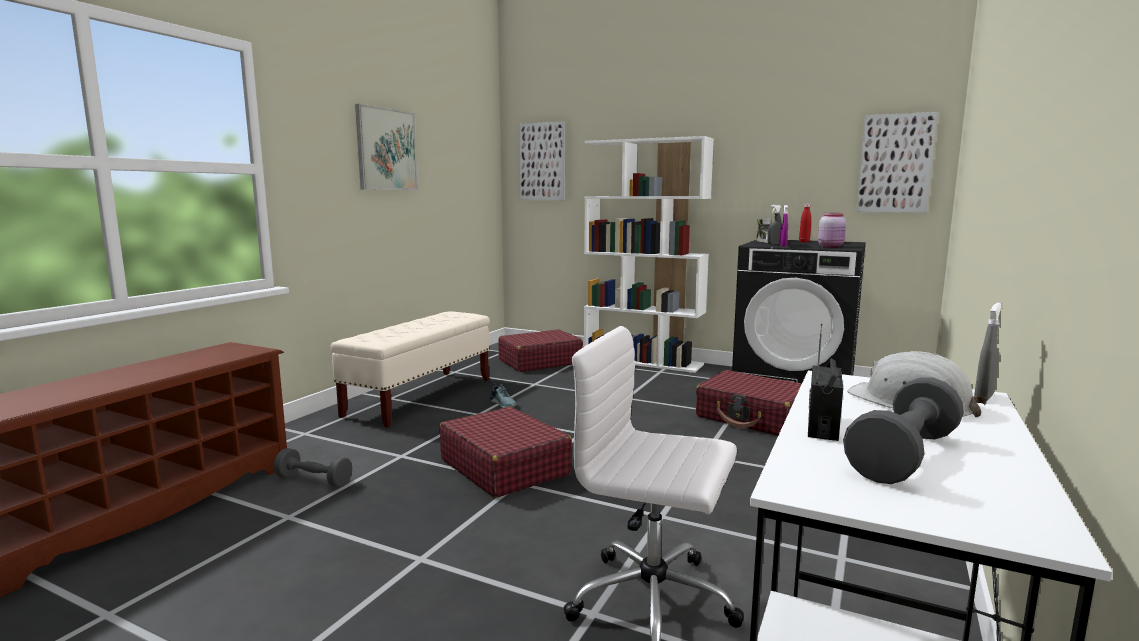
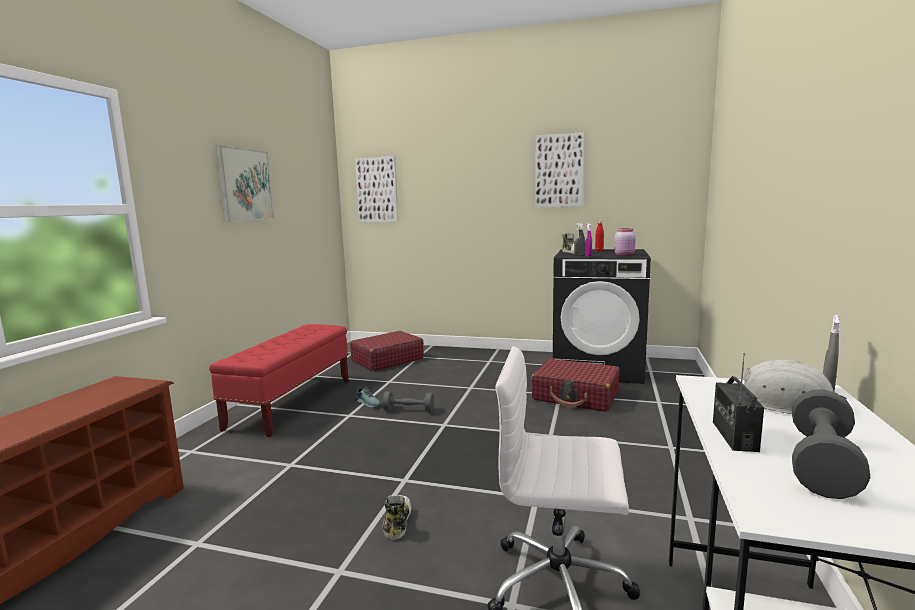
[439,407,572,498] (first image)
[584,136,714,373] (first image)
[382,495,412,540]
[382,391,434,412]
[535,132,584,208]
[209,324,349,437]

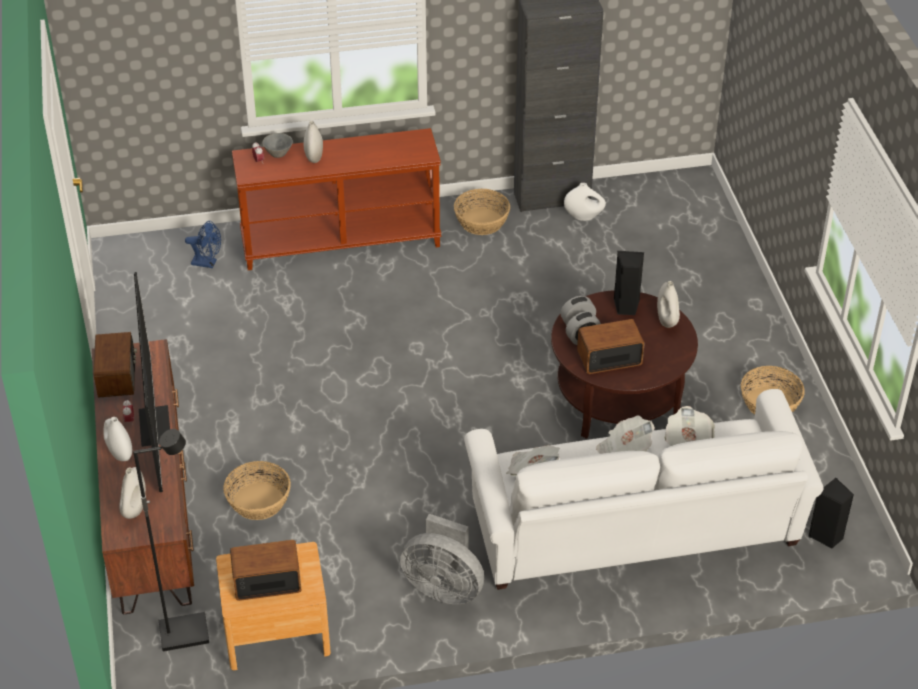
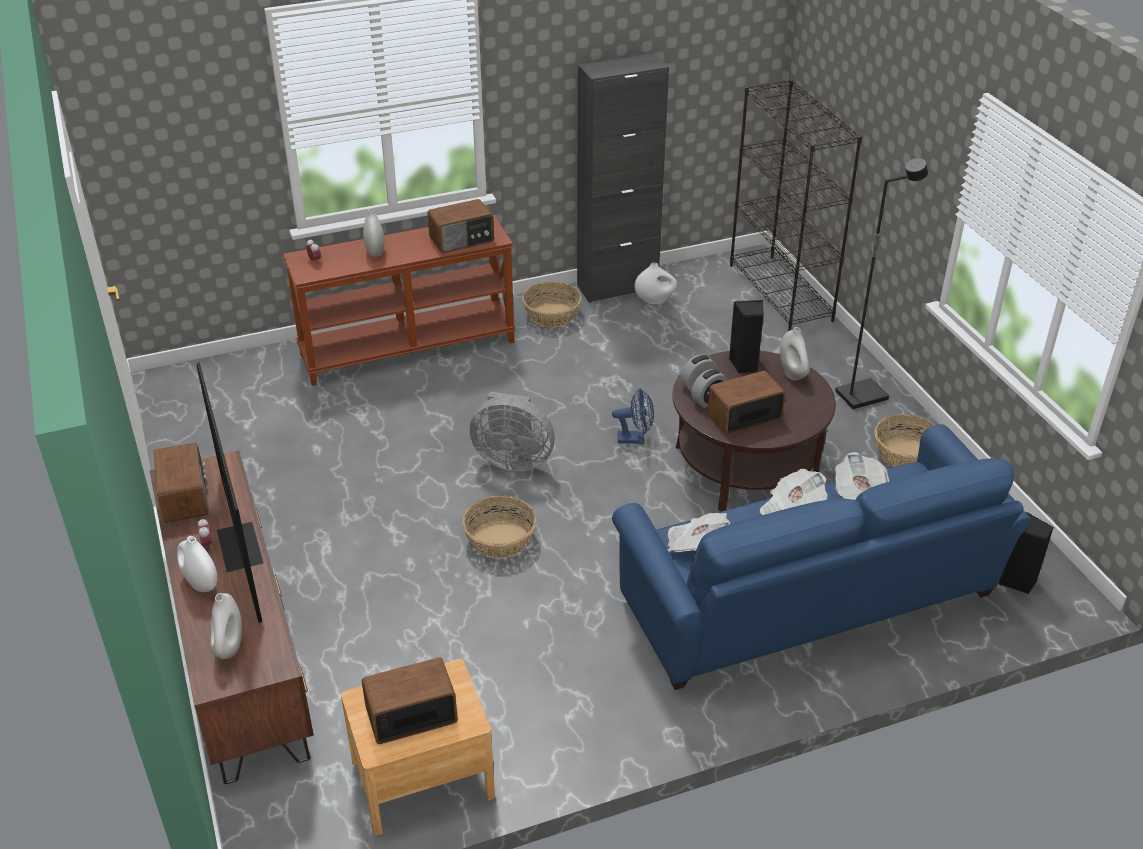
[262,133,293,158] (first image)
[427,199,494,253]
[730,80,862,331]
[835,158,928,410]
[612,388,654,444]
[462,496,537,558]
[469,392,555,471]
[612,424,1031,690]

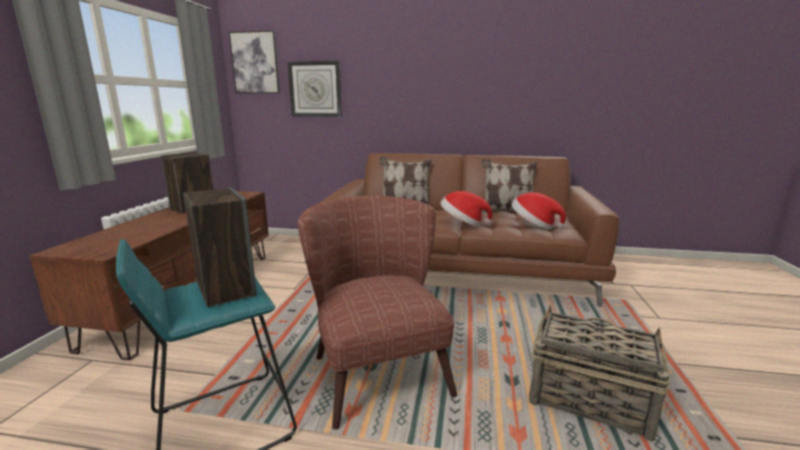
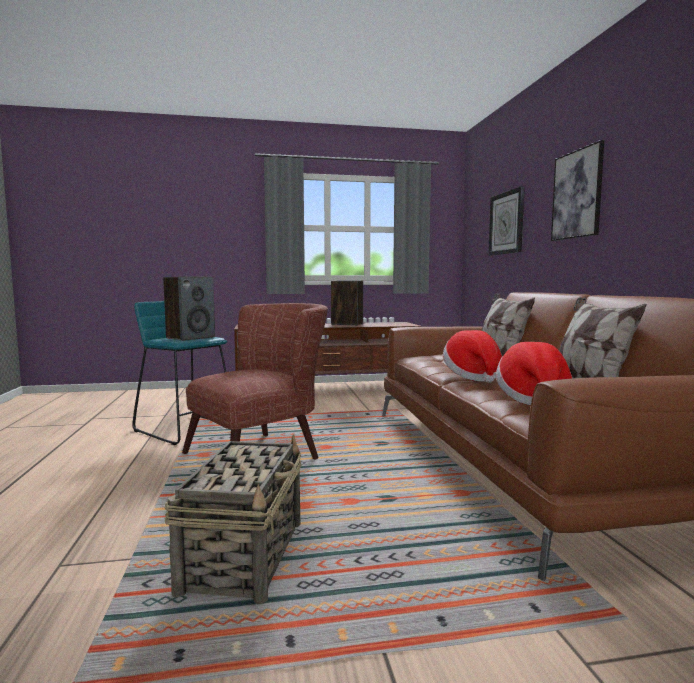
[551,140,604,241]

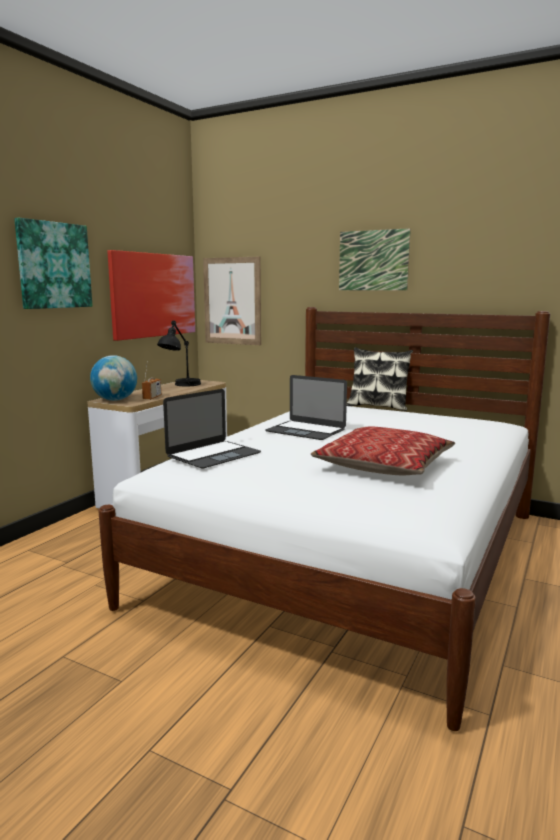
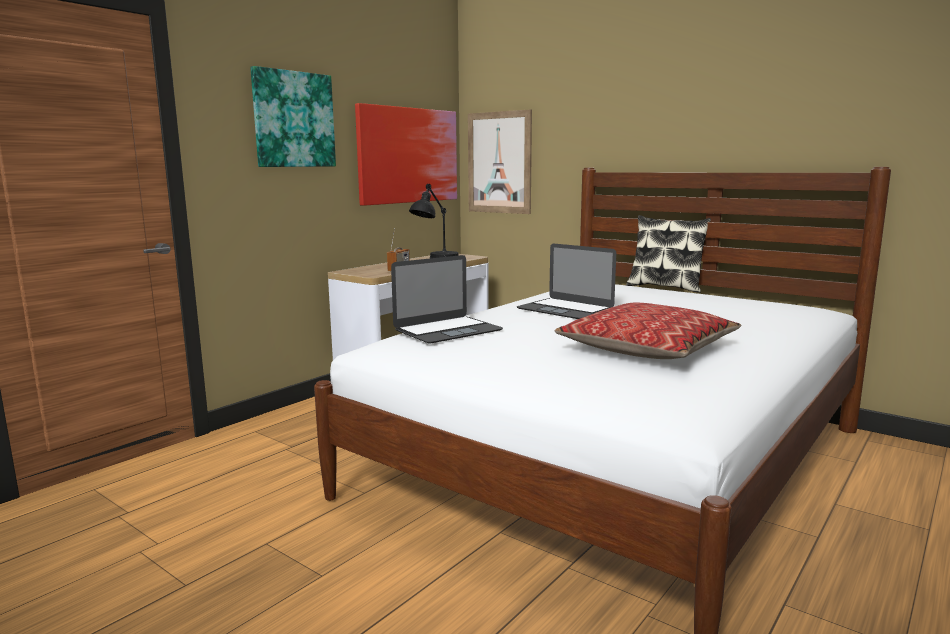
[90,355,137,401] (first image)
[339,228,411,290] (first image)

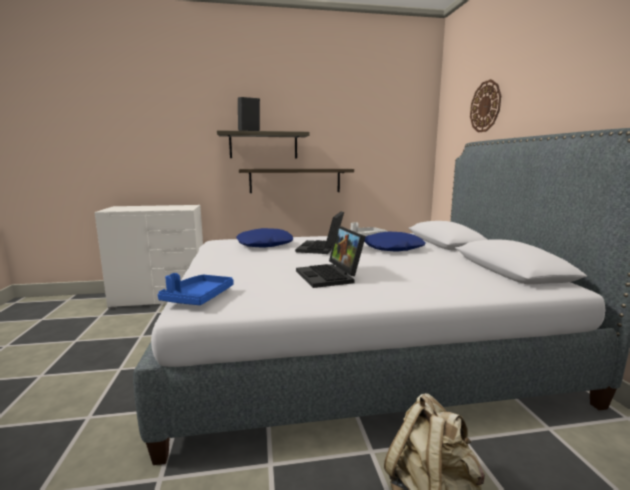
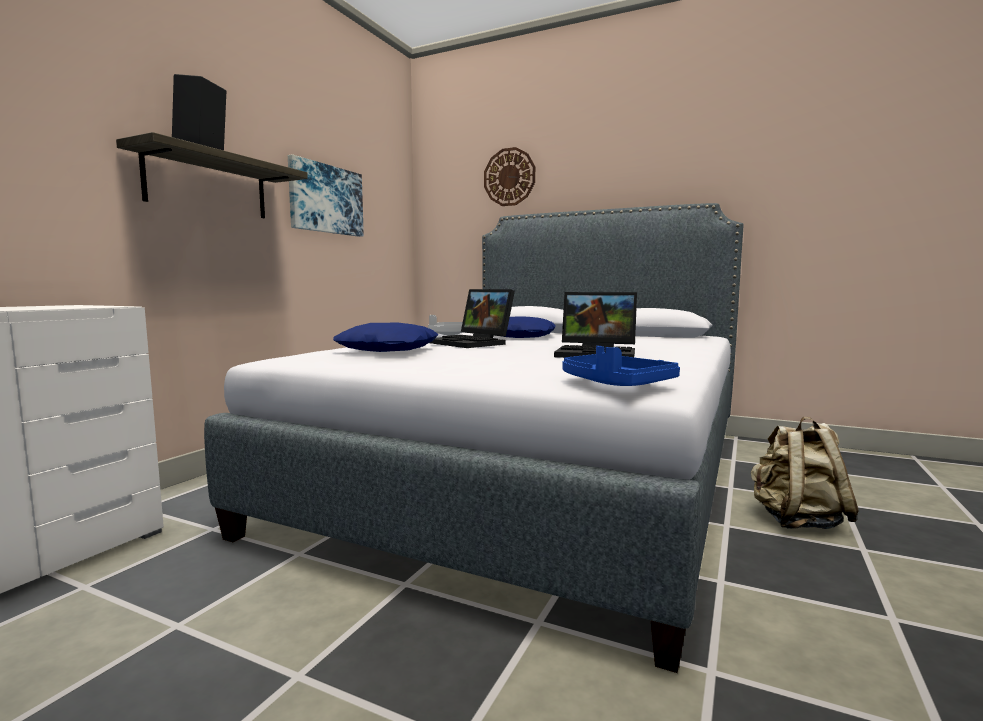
[239,169,354,193] (first image)
[288,154,364,237]

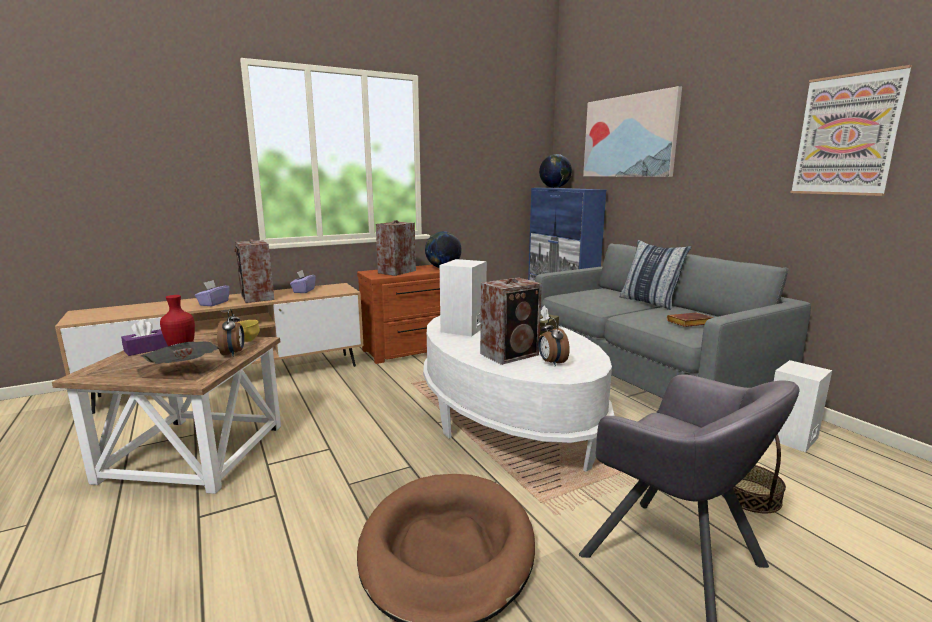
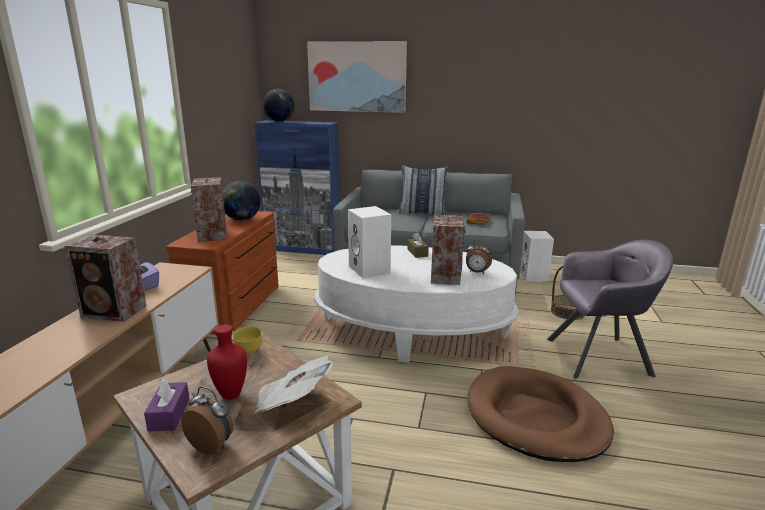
[195,280,230,306] (first image)
[790,65,913,196] (first image)
[181,386,233,455]

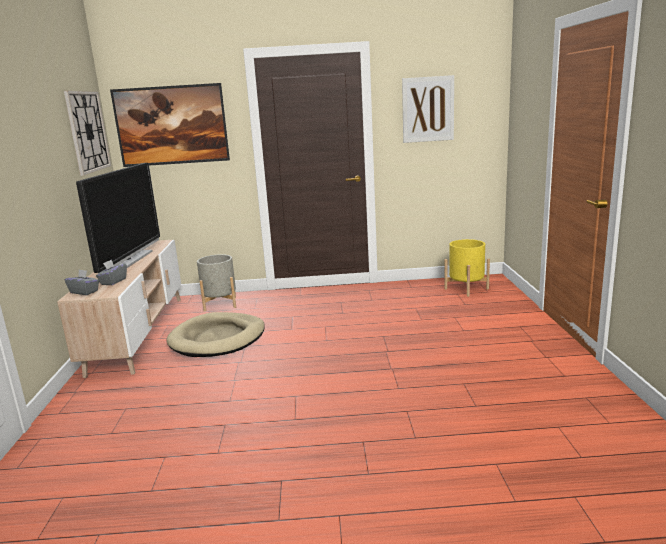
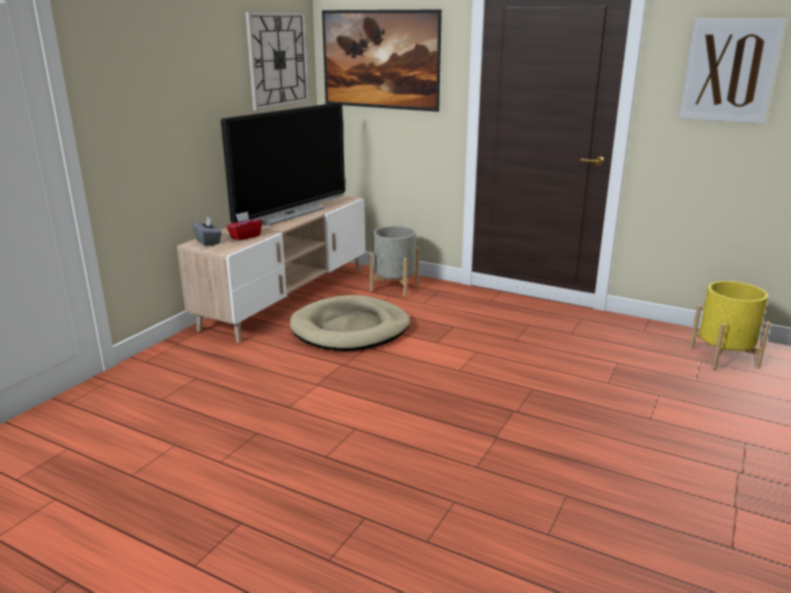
[226,212,262,241]

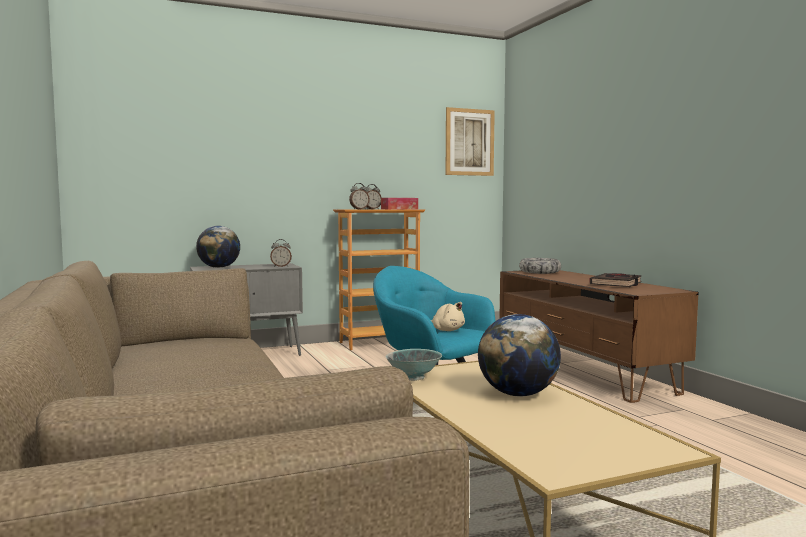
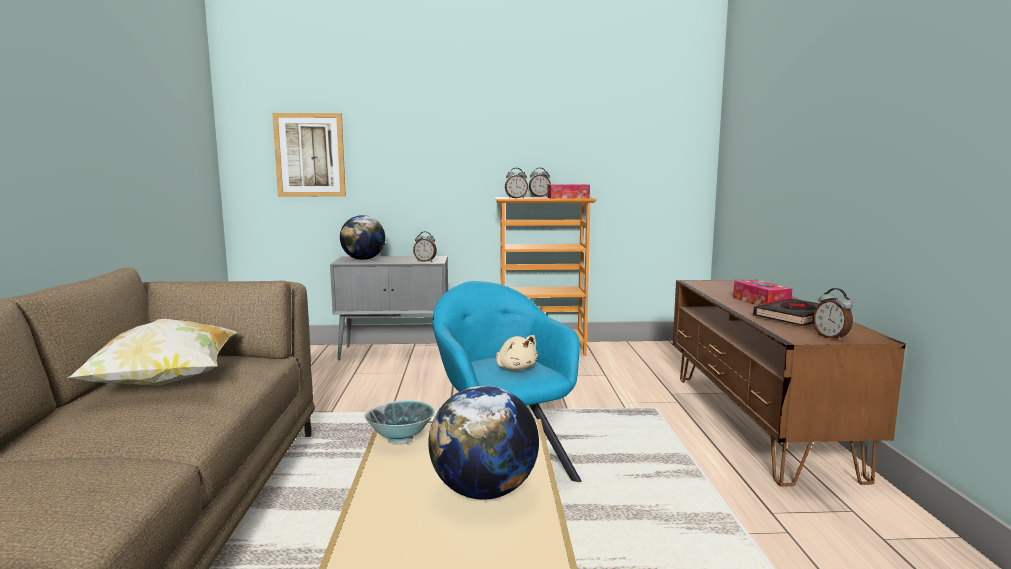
[519,258,561,274] (first image)
[67,319,237,385]
[733,279,792,306]
[813,288,853,341]
[272,113,346,197]

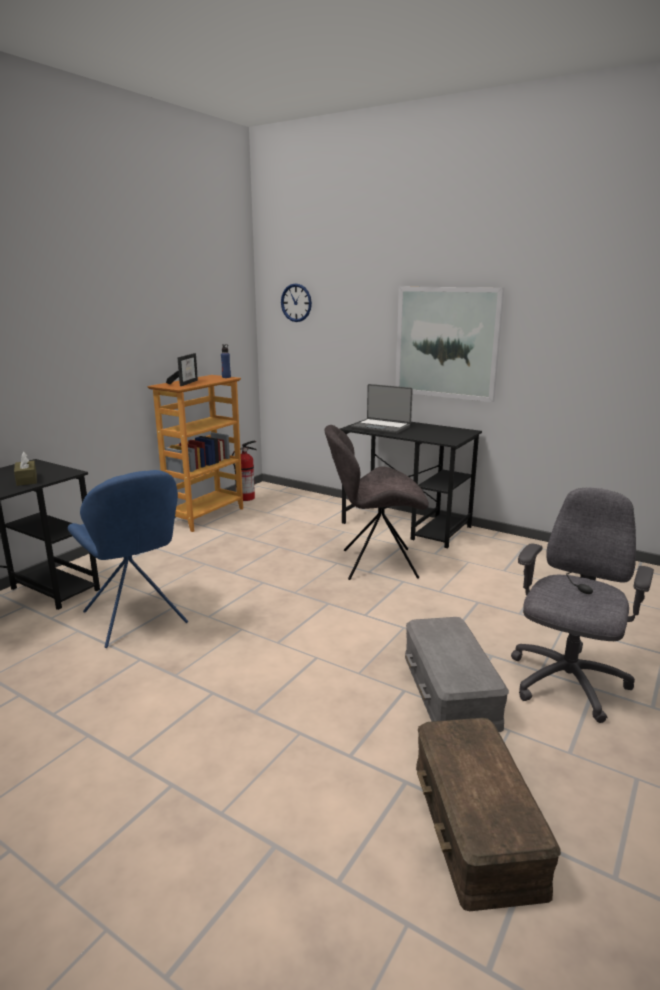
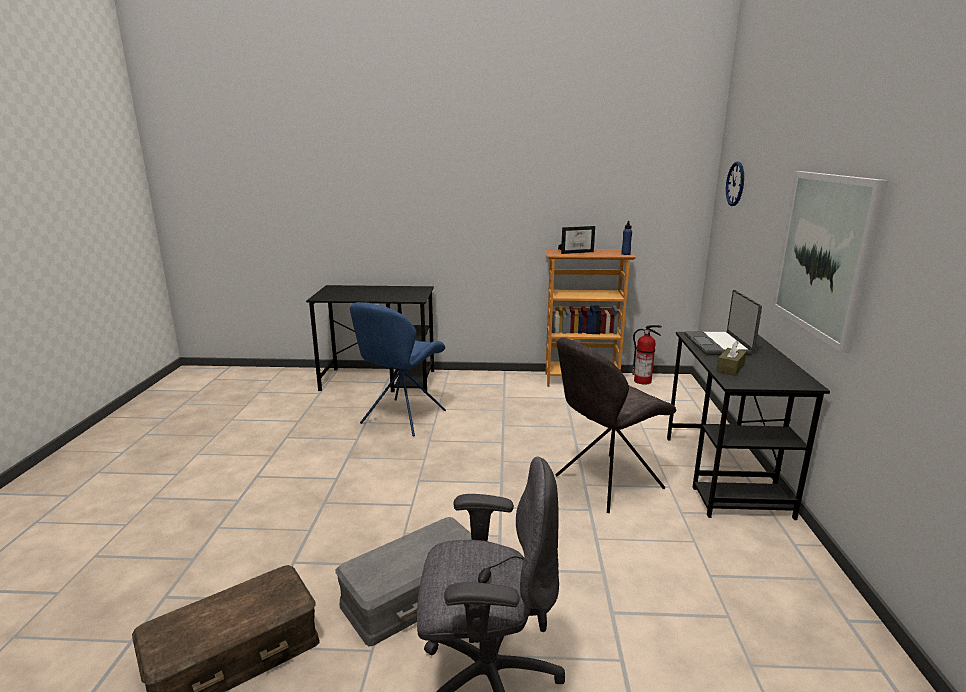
[716,340,746,376]
[555,337,676,513]

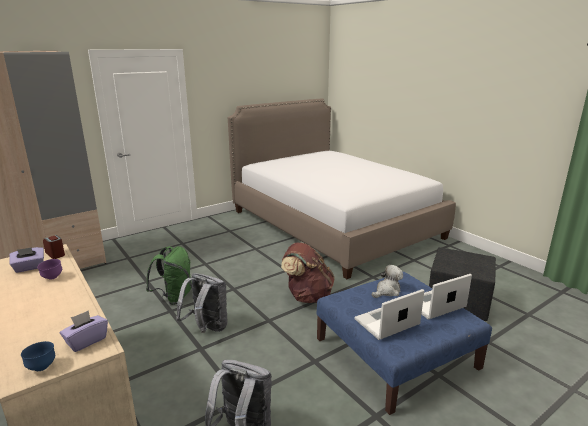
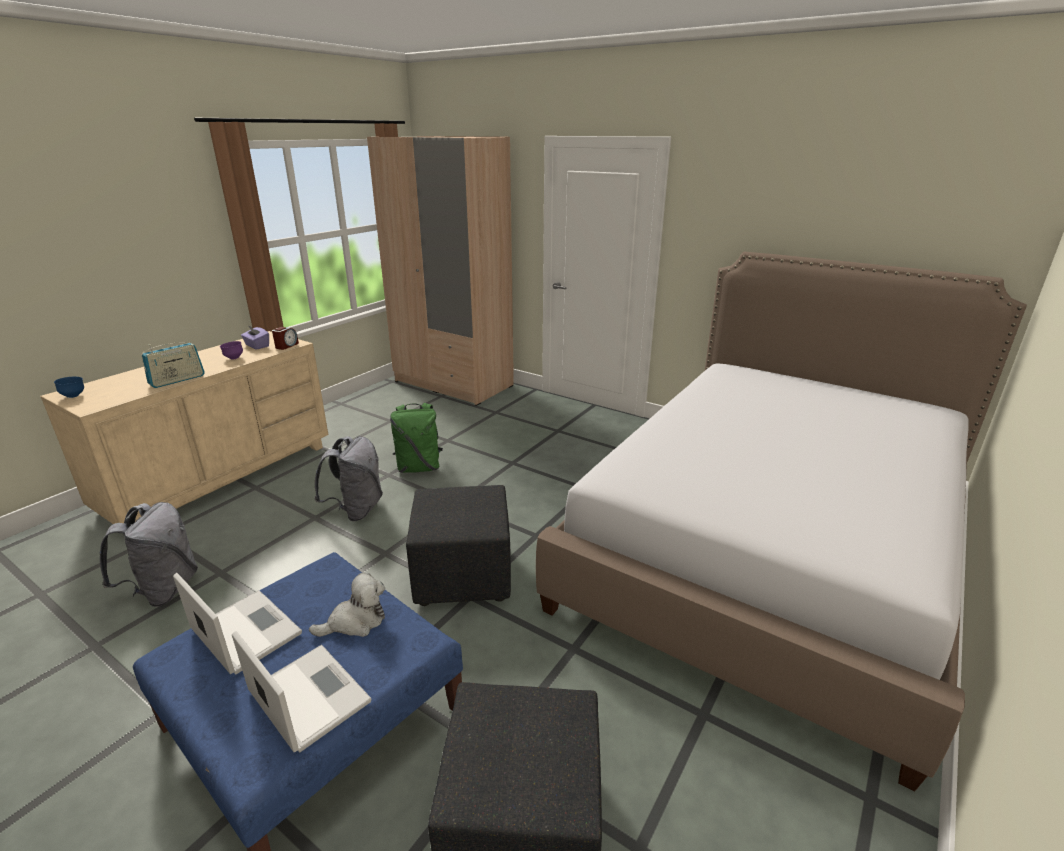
[60,310,108,352] (first image)
[141,342,205,388]
[406,485,511,606]
[309,572,385,637]

